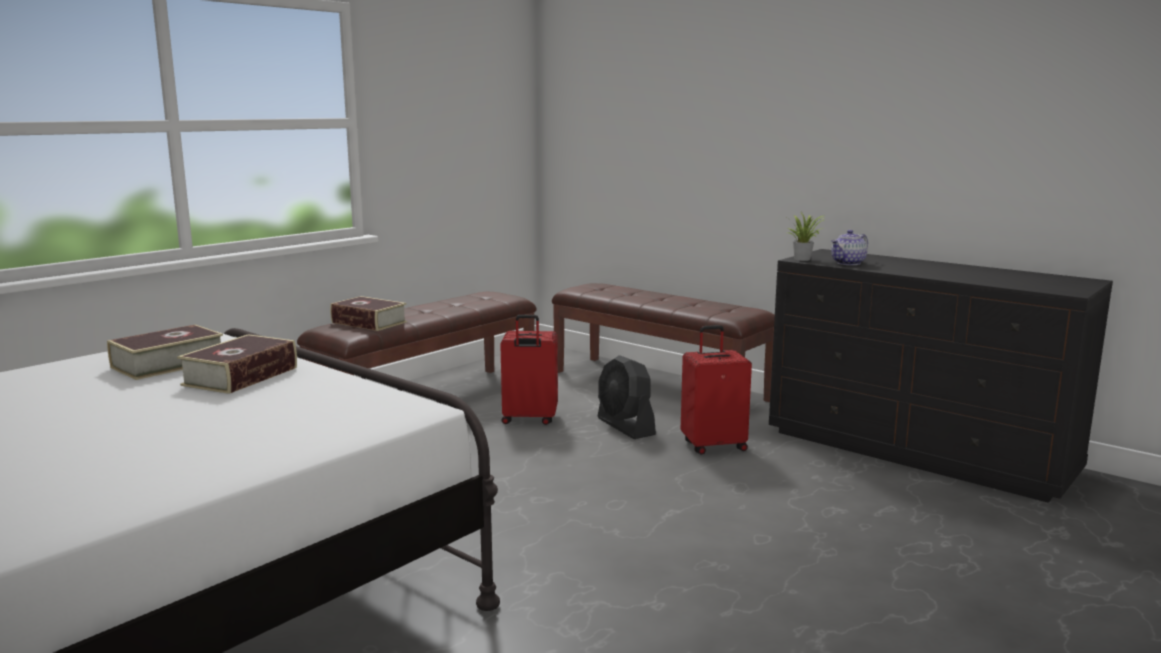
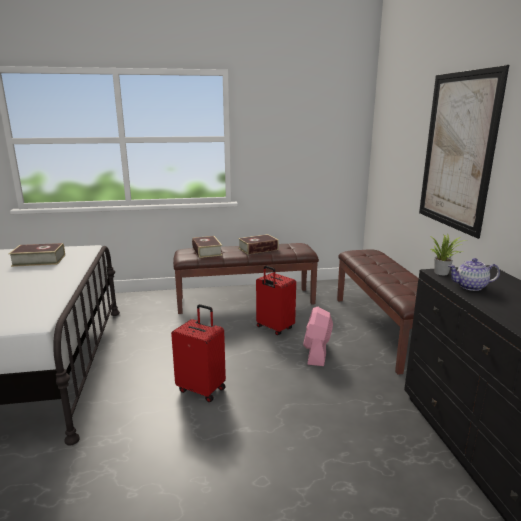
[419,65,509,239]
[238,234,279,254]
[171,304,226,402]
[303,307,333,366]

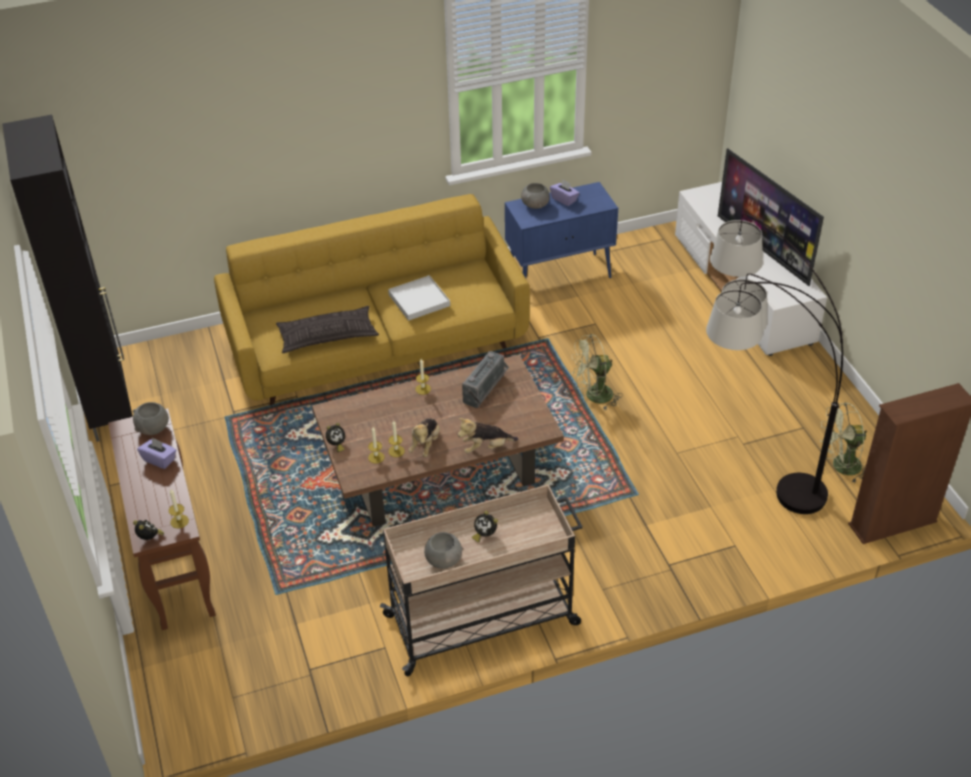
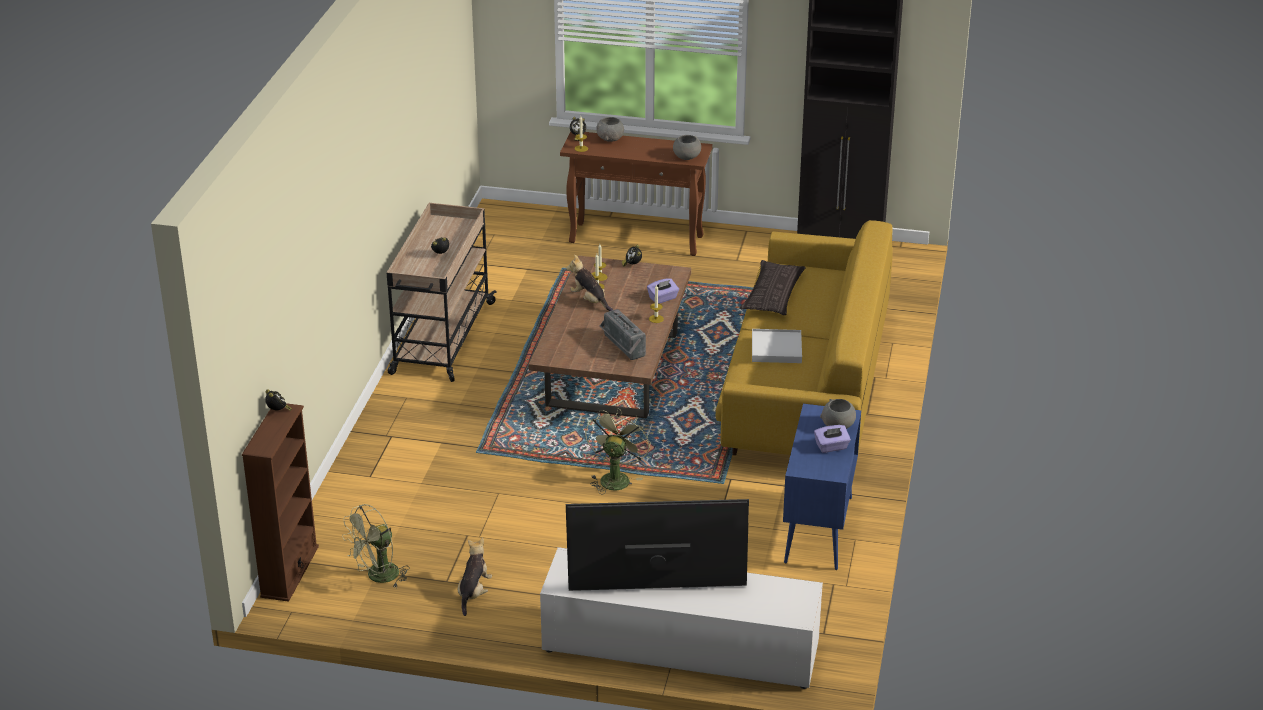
[706,213,843,514] (first image)
[265,389,292,411]
[647,278,679,303]
[596,117,624,142]
[458,538,492,616]
[342,504,410,587]

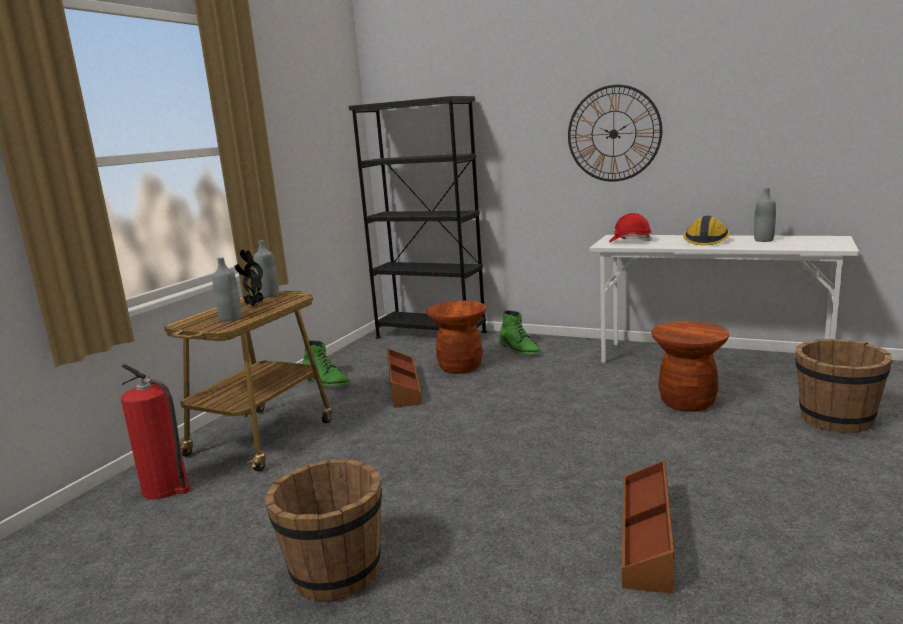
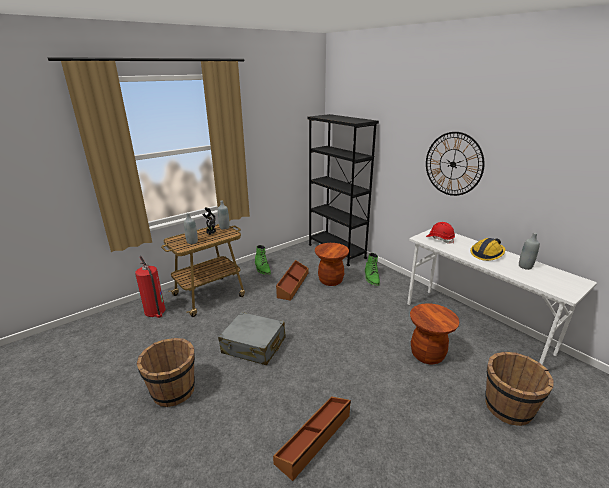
[218,312,286,365]

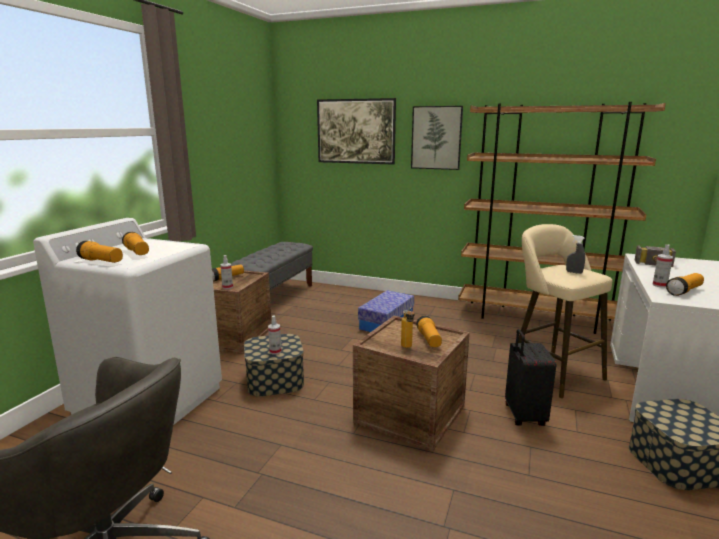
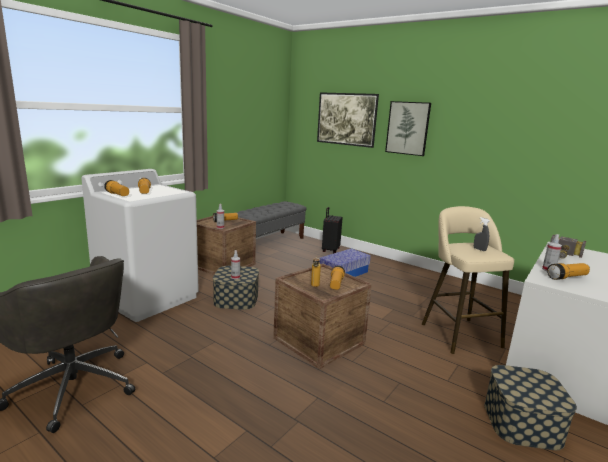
[458,102,666,334] (first image)
[322,207,343,253]

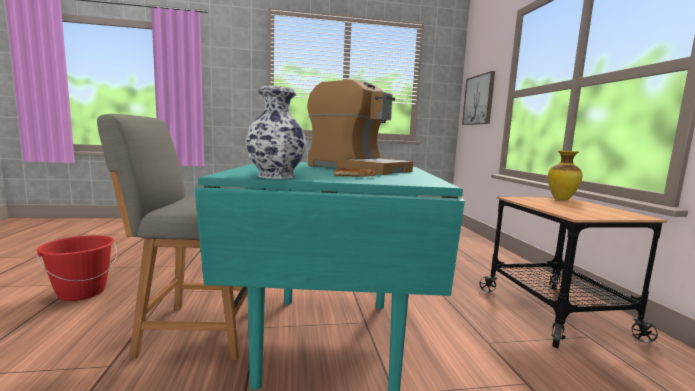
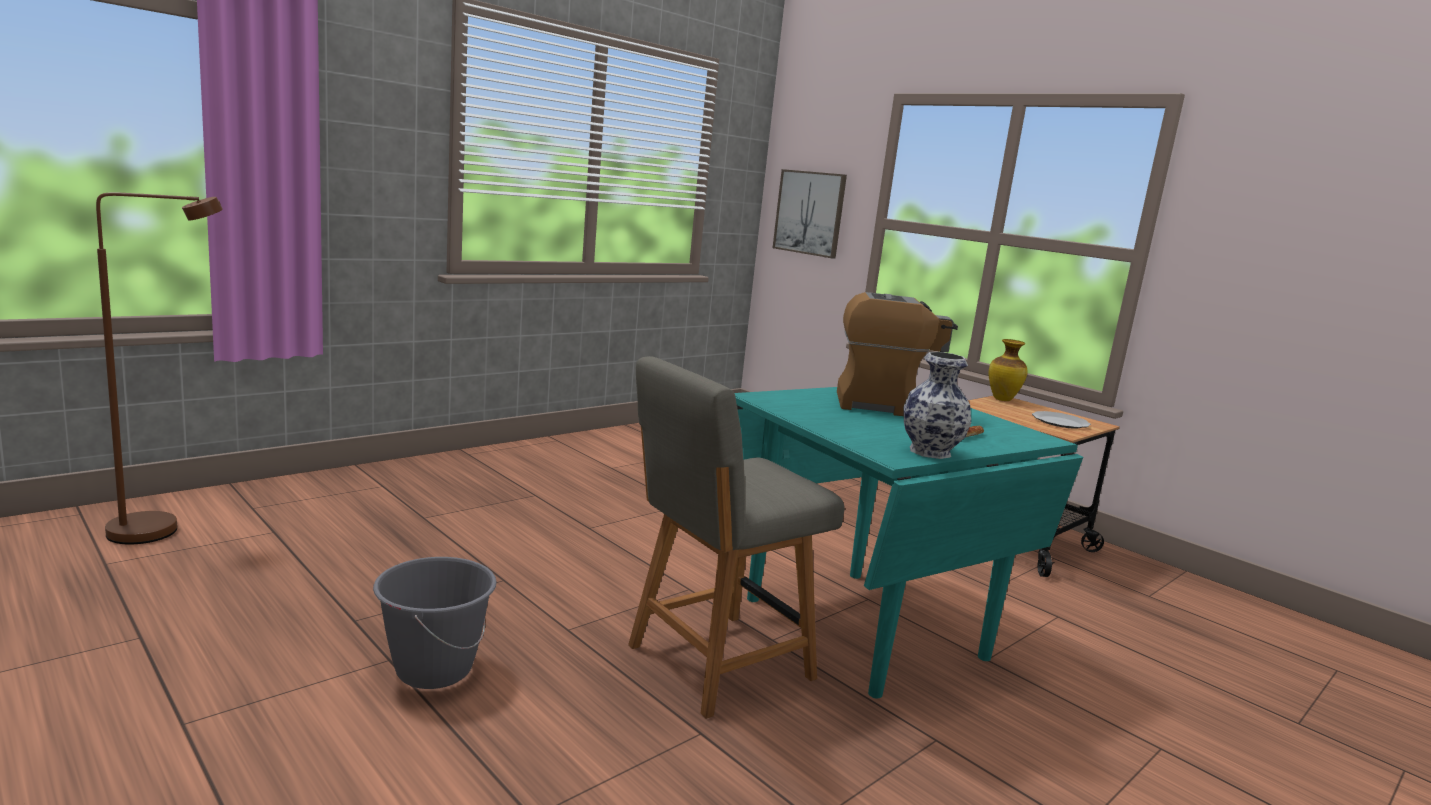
[96,192,223,544]
[1032,411,1091,429]
[373,557,497,689]

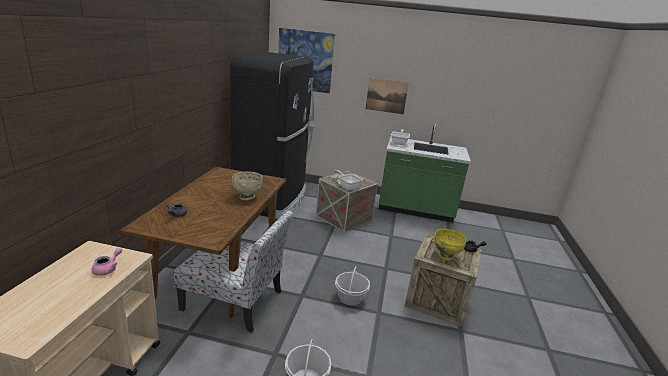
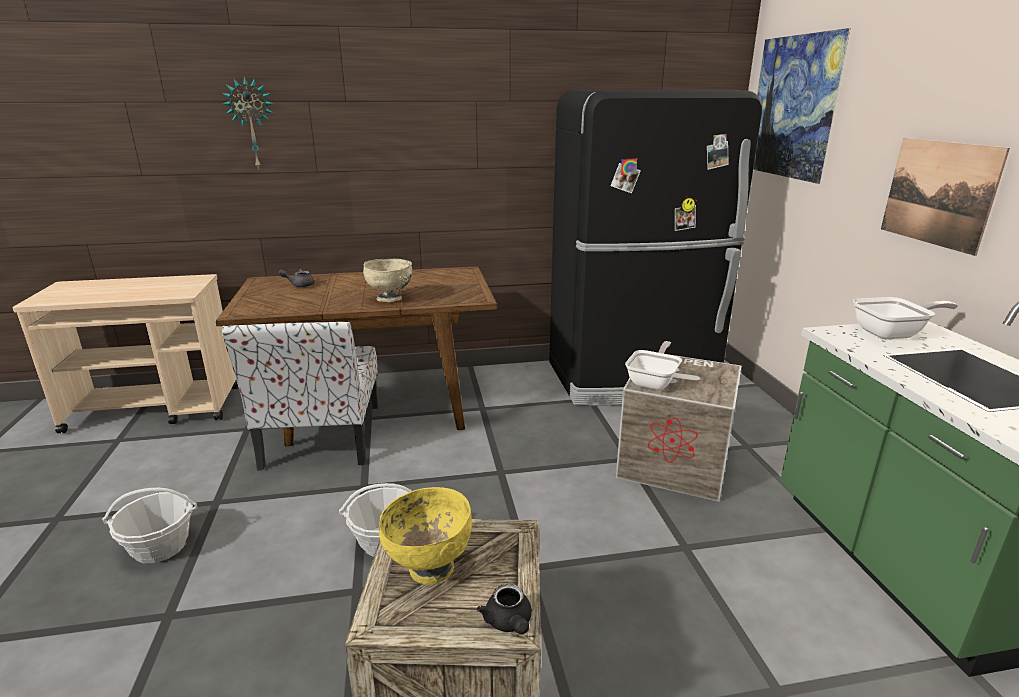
[92,247,122,276] (first image)
[222,76,274,170]

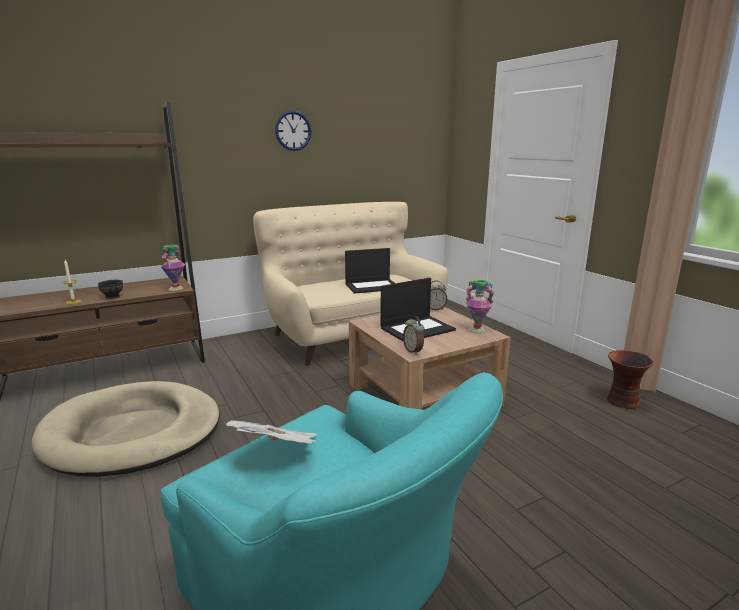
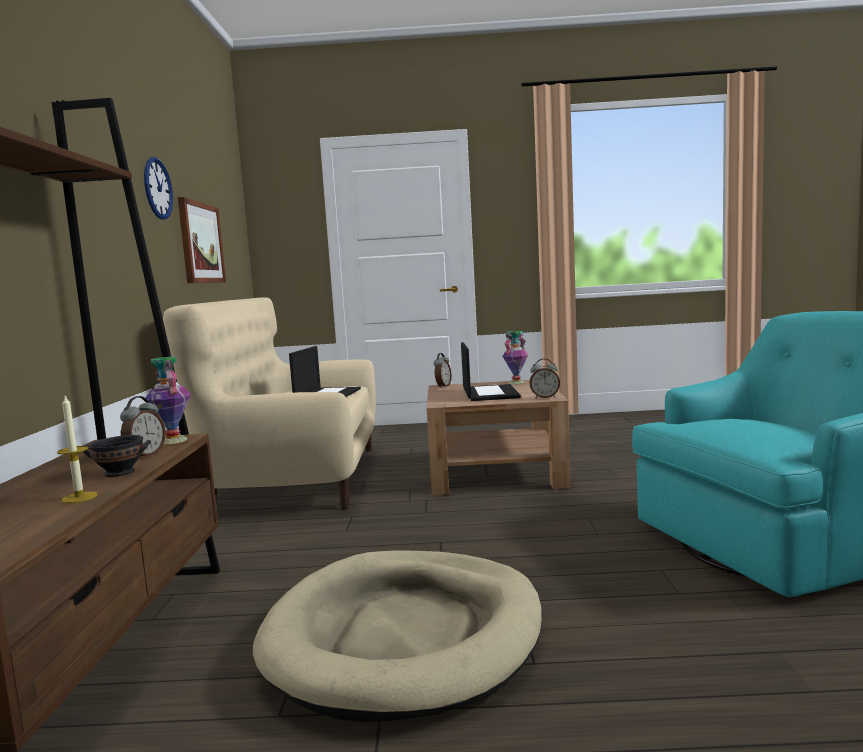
[226,420,317,444] (first image)
[607,350,654,409] (first image)
[120,396,166,456]
[178,197,226,283]

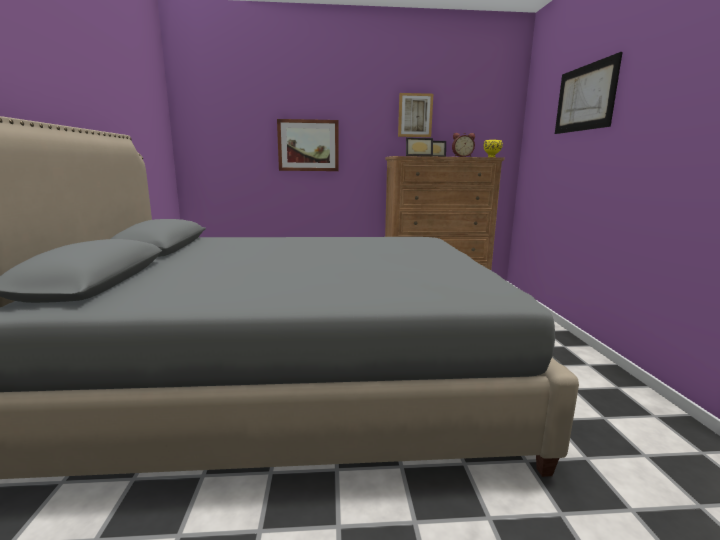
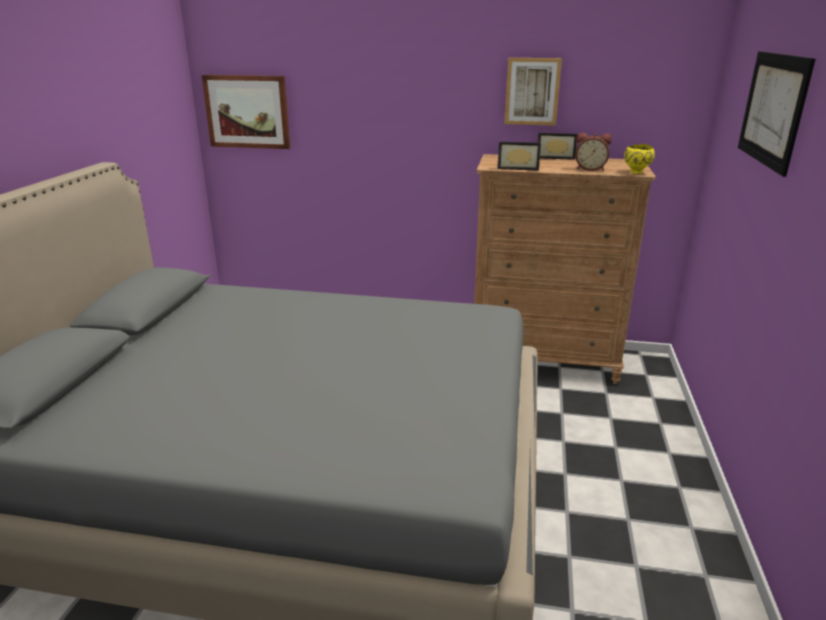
[202,75,290,149]

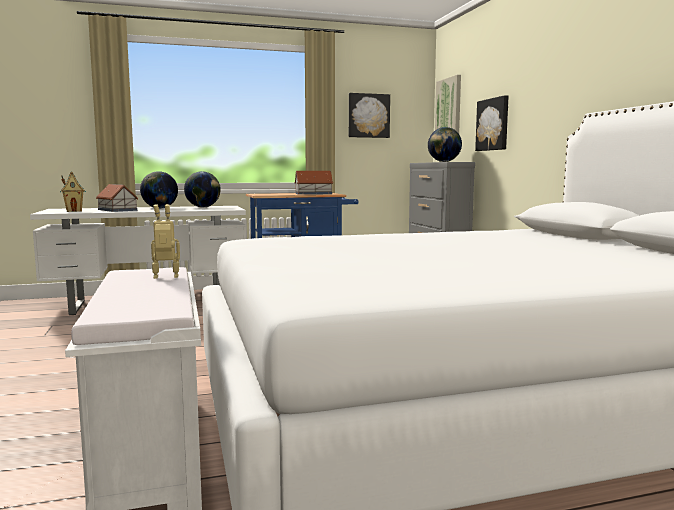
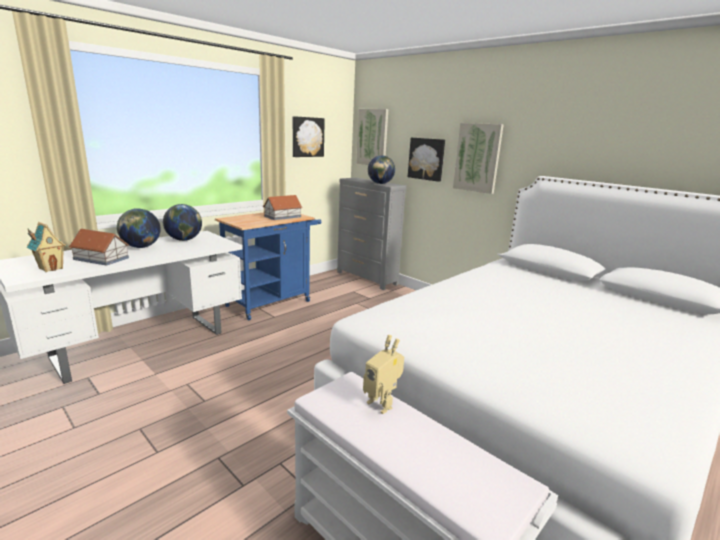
[453,123,504,194]
[363,335,404,414]

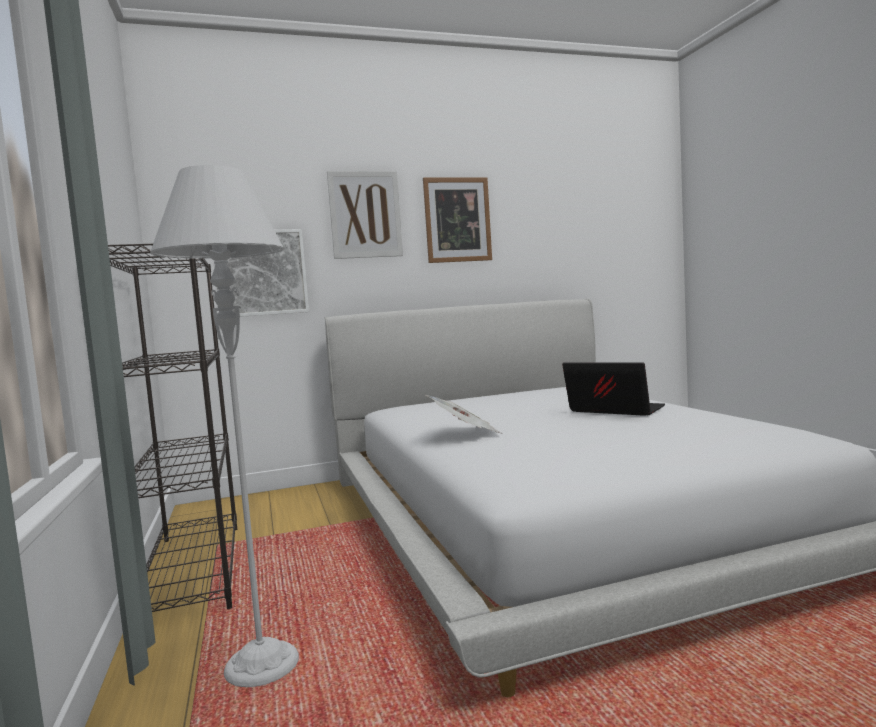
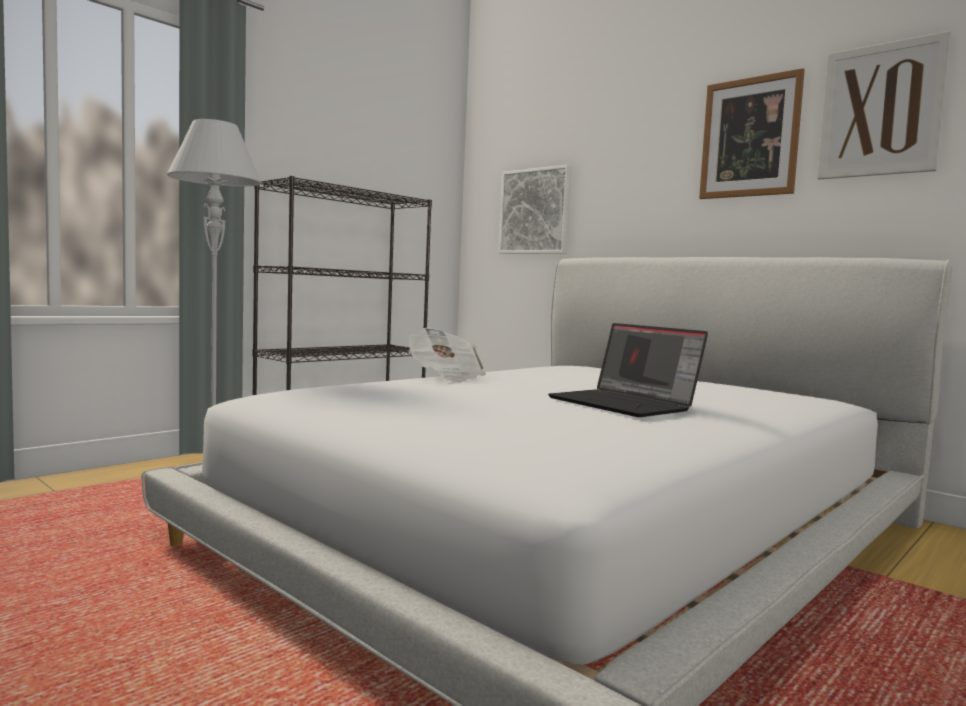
[817,31,951,179]
[548,323,708,417]

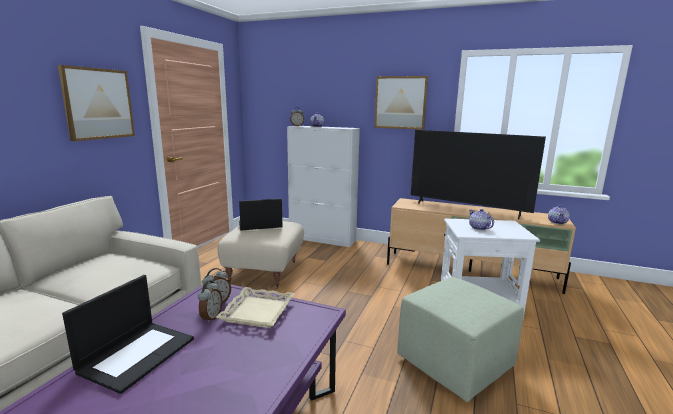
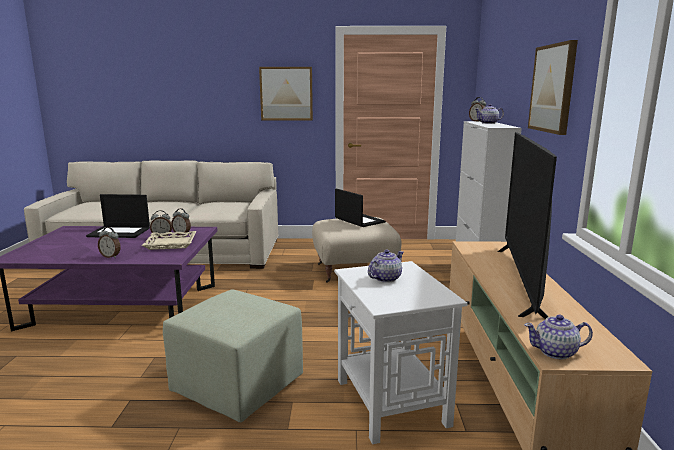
[98,227,121,258]

